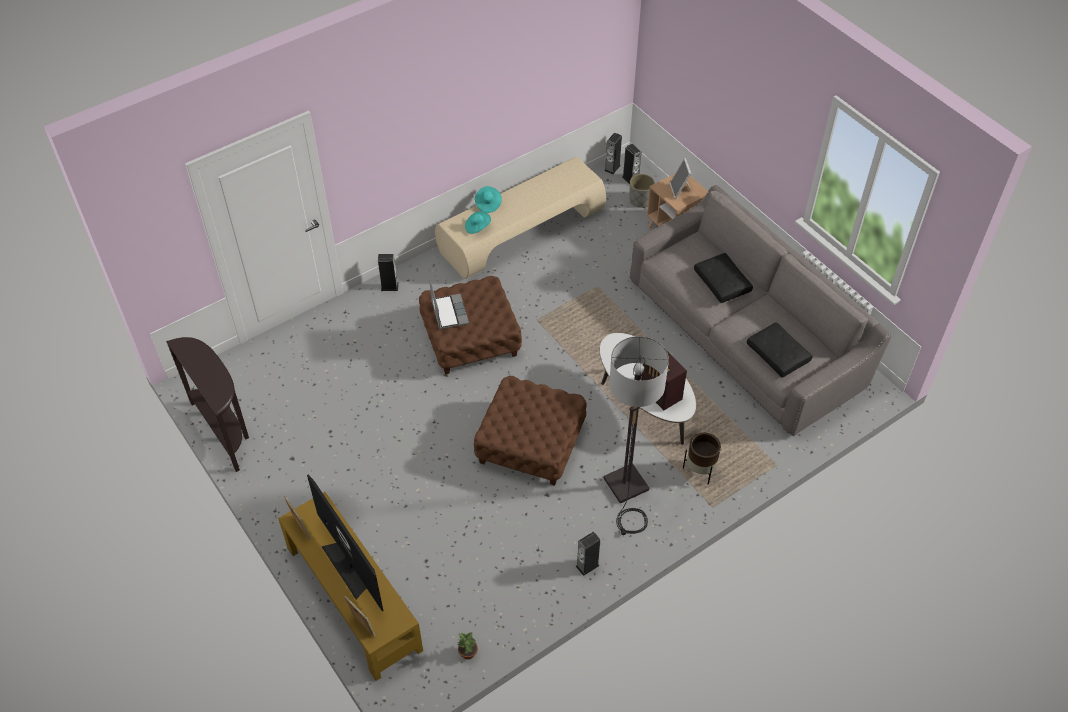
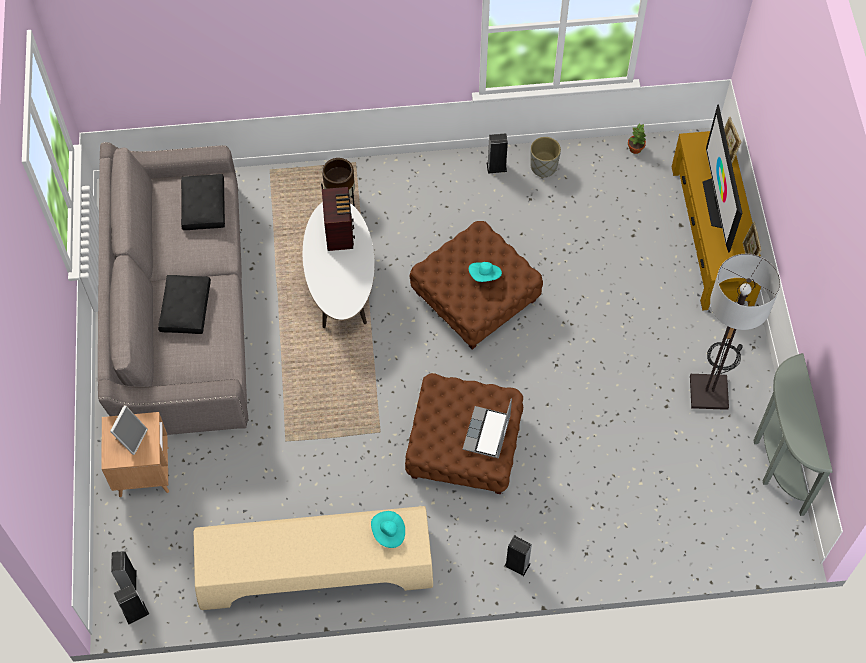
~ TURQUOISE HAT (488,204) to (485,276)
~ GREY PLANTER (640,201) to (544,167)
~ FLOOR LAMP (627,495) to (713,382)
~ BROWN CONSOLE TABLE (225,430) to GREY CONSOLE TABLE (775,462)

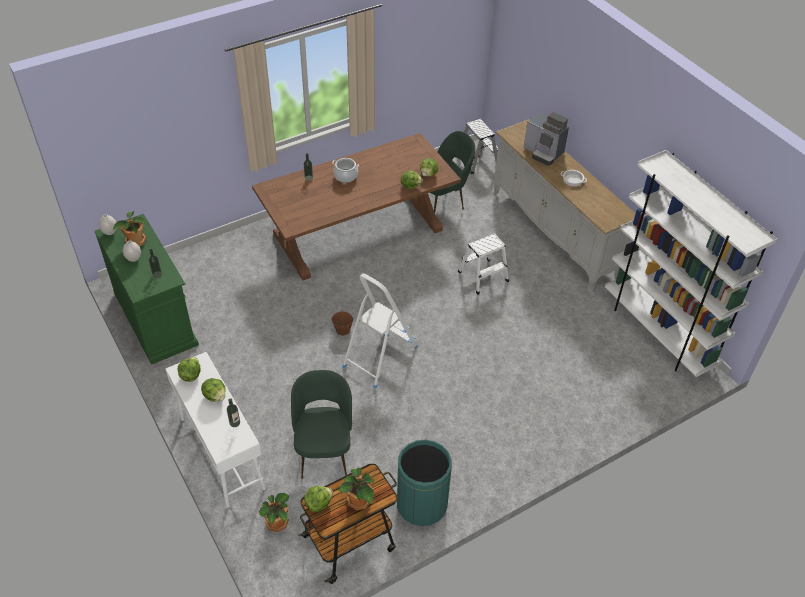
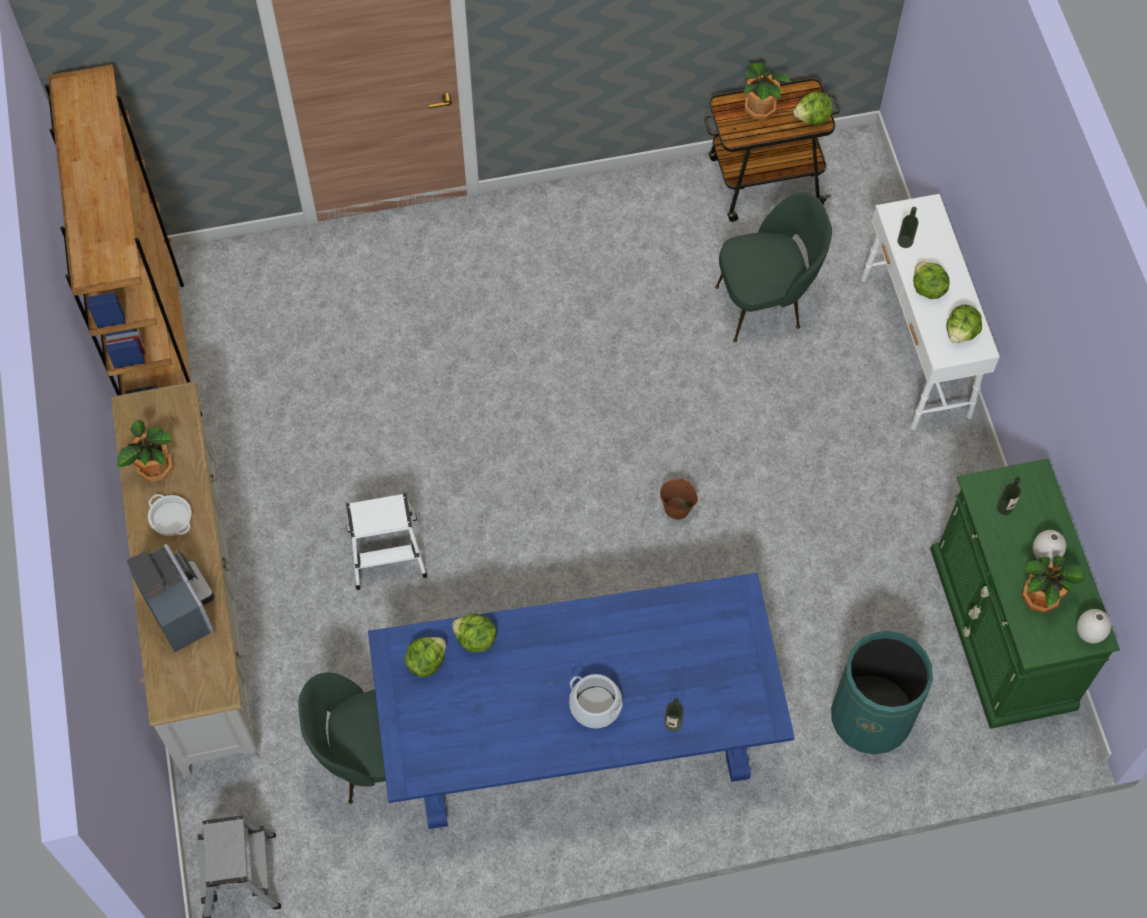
~ WHITE BOOKCASE (658,333) to BROWN BOOKCASE (160,354)
~ POTTED PLANT (278,522) to (154,467)
~ BROWN DINING TABLE (358,232) to BLUE DINING TABLE (578,730)
~ GREEN CHAIR (324,453) = (765,306) 120 degrees counterclockwise
~ GREEN TRASH CAN (421,504) to (871,716)
- WHITE STEP LADDER (381,356)

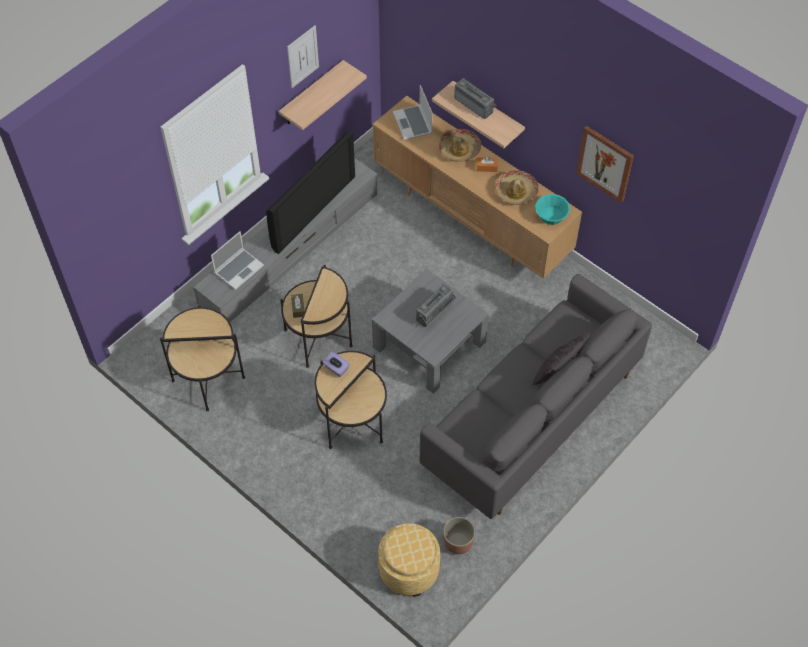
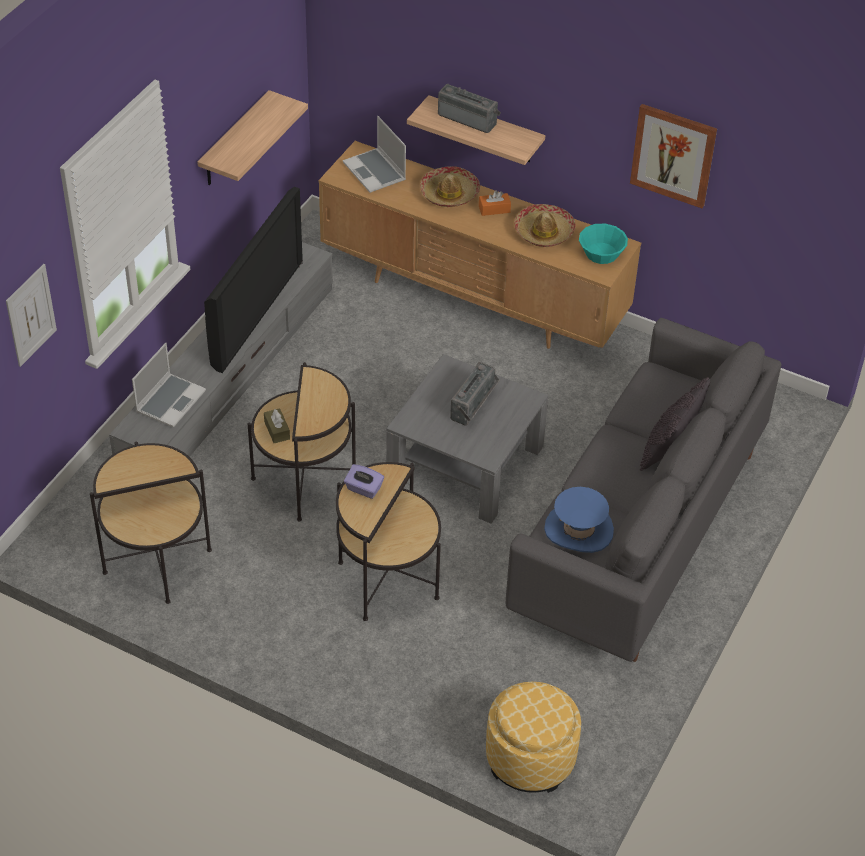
~ PICTURE (302,56) to (31,315)
+ BLUE HAT (578,529)
- PLANTER (458,543)

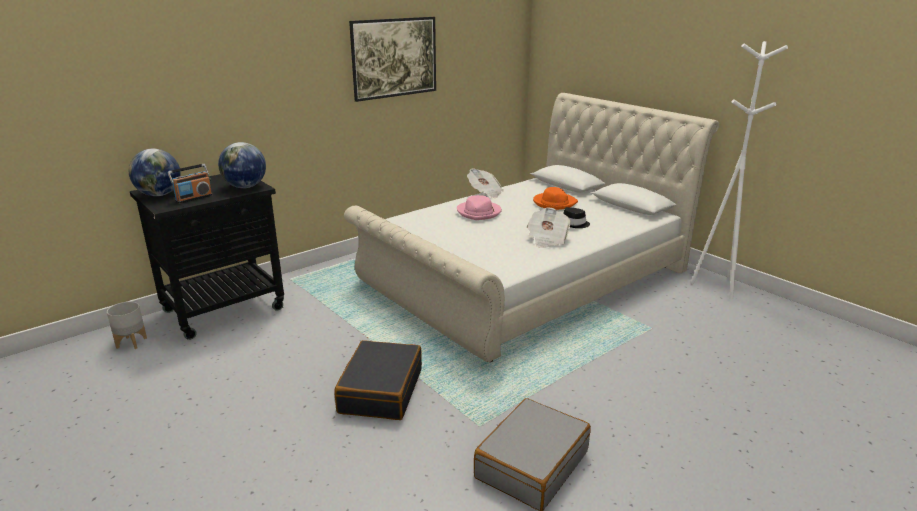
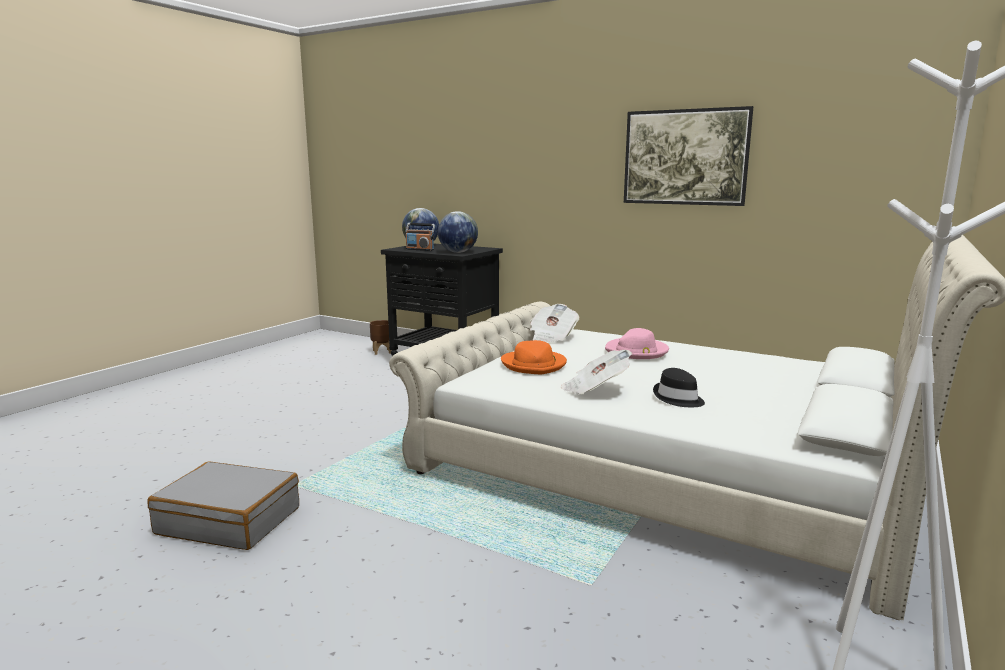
~ GREY PLANTER (132,342) to BROWN PLANTER (382,352)
~ ORANGE HAT (554,203) to (534,365)
~ NEWSPAPER (485,193) to (552,337)
- BLACK SUITCASE (380,391)

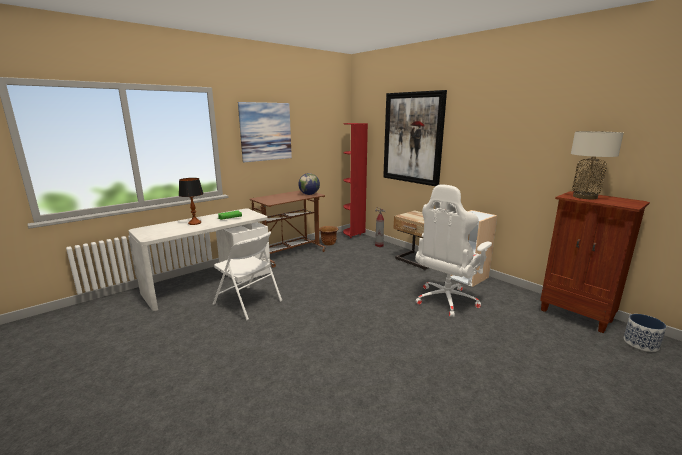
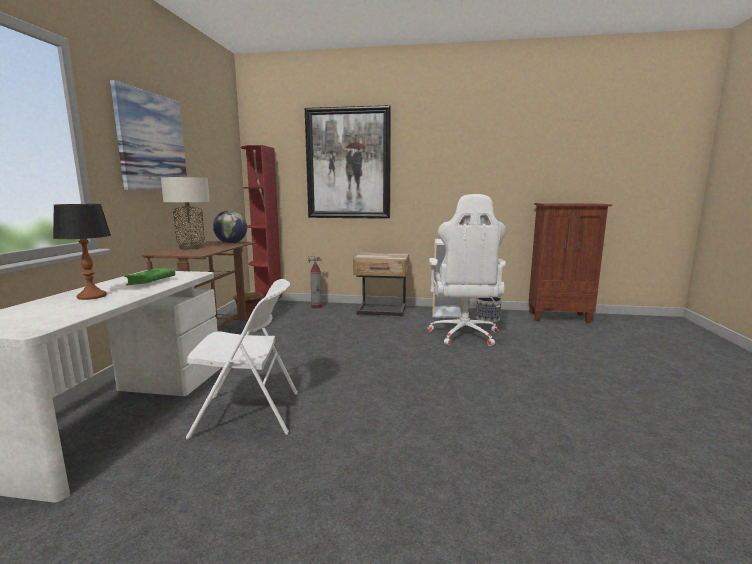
~ TABLE LAMP (585,197) to (191,247)
~ PLANTER (640,343) to (487,319)

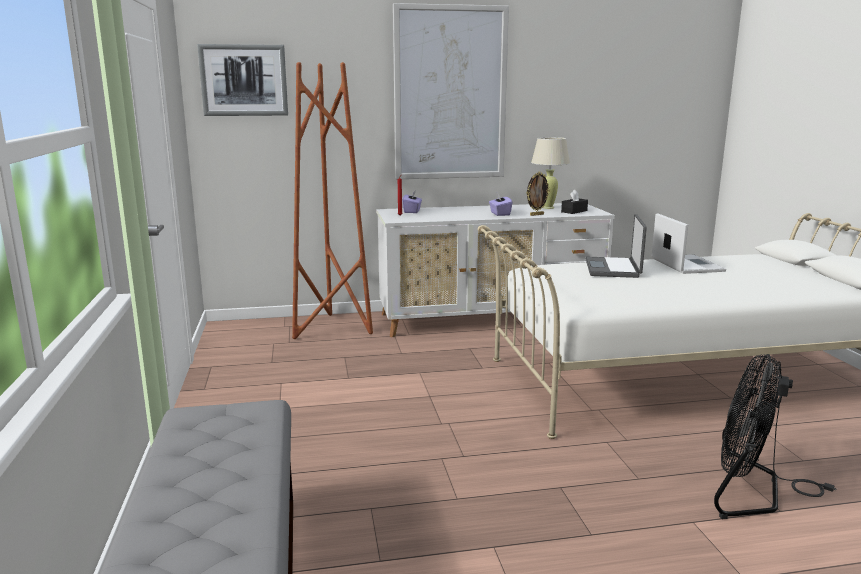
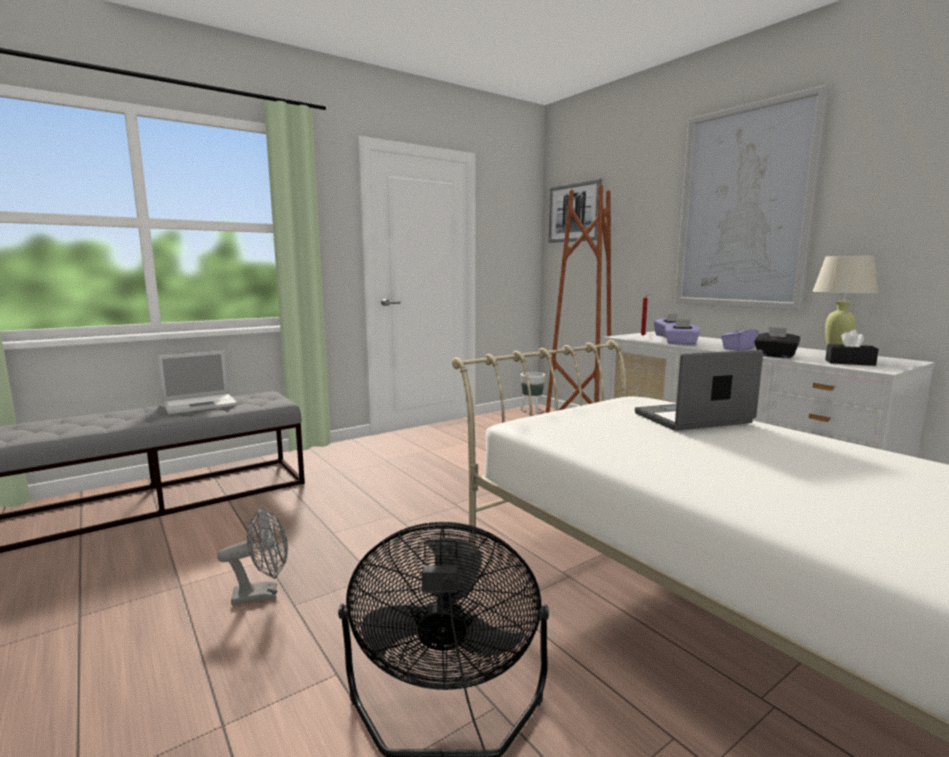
~ LAPTOP (686,264) to (201,404)
+ GREY FAN (263,594)
+ WHITE PLANTER (532,410)
+ PURPLE TISSUE BOX (681,343)
~ PICTURE FRAME (536,215) to BLACK TISSUE BOX (775,356)

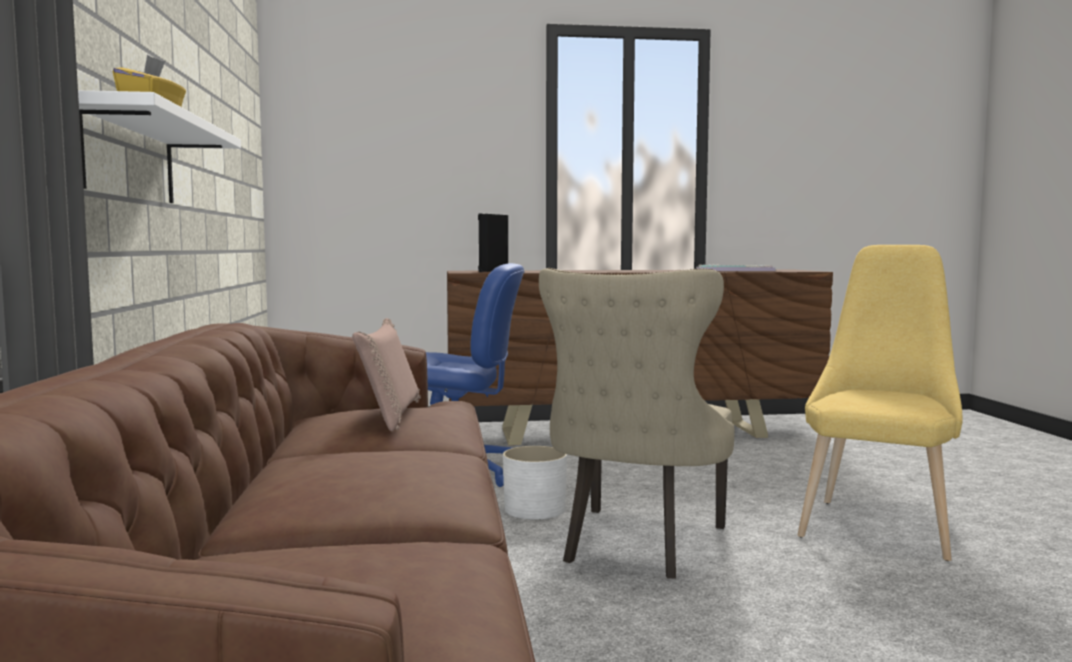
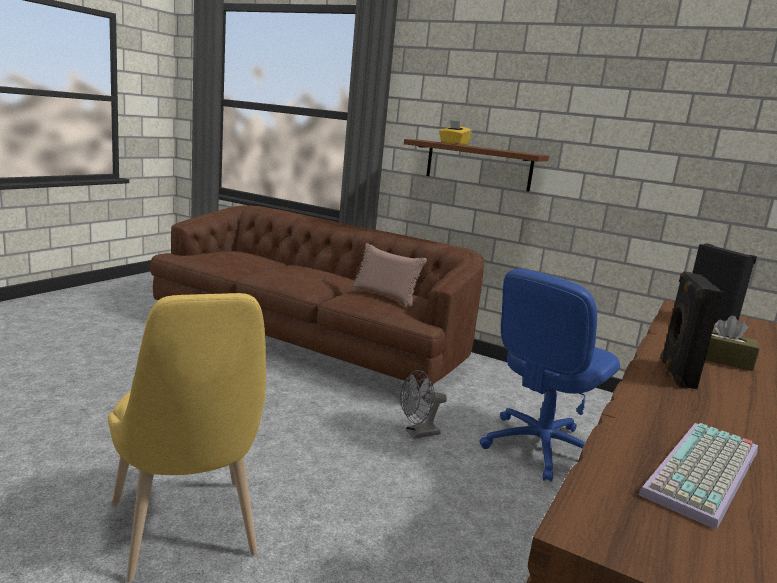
~ WHITE PLANTER (534,509) to GREY FAN (418,434)
~ WHITE SHELF (130,157) to BROWN SHELF (478,165)
+ BLACK SPEAKER (675,374)
+ BROWN TISSUE BOX (721,359)
- BEIGE CHAIR (637,544)

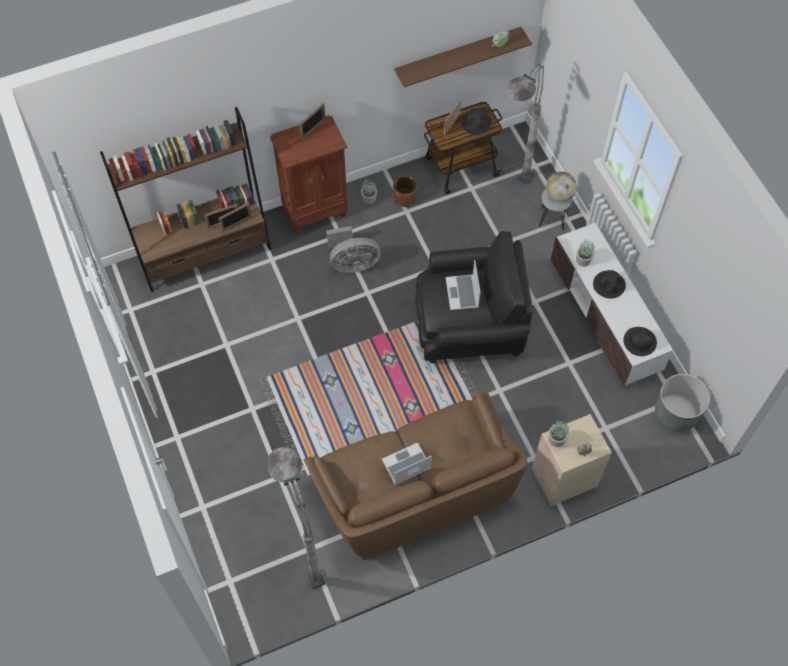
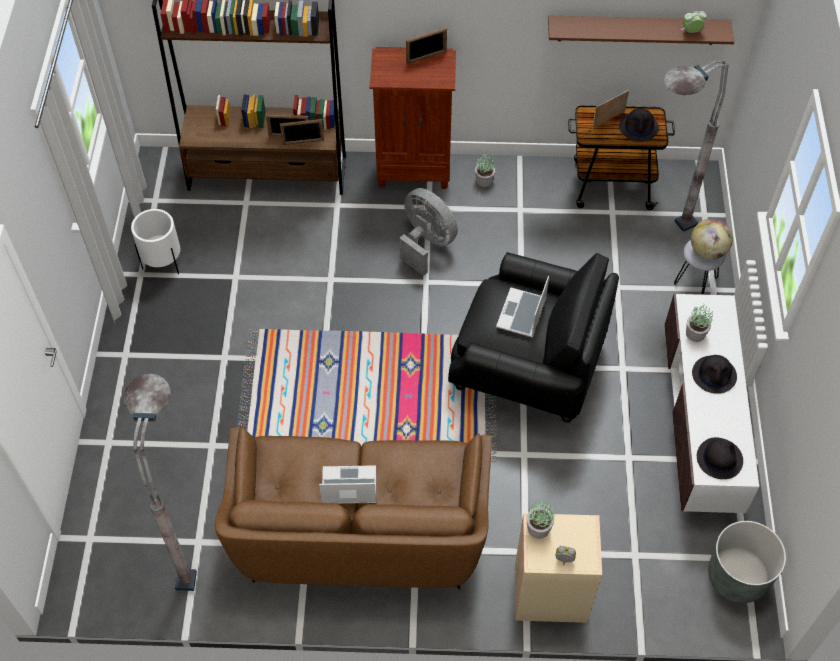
+ WHITE PLANTER (163,263)
~ GREY FAN (352,263) = (426,243) 150 degrees counterclockwise
- BROWN PLANTER (405,197)

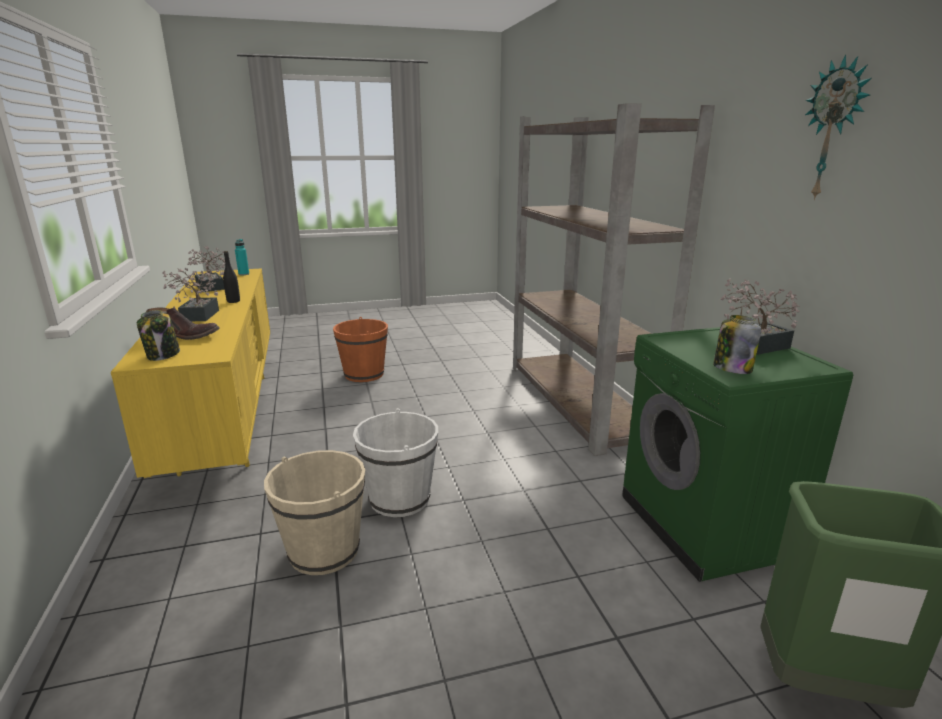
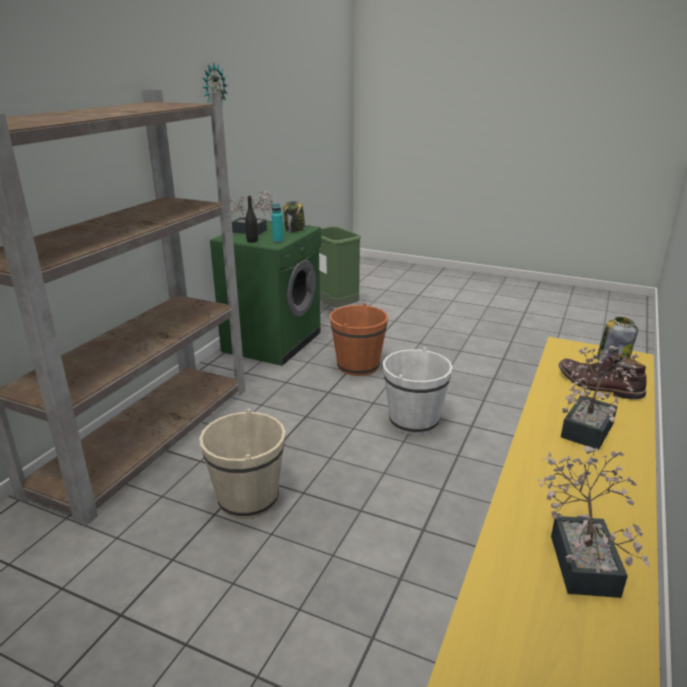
~ BEIGE BUCKET (324,551) to (248,498)
~ BLACK BOTTLE (233,301) to (252,241)
~ TURQUOISE BOTTLE (244,274) to (278,241)
~ ORANGE BUCKET (364,374) to (358,365)

